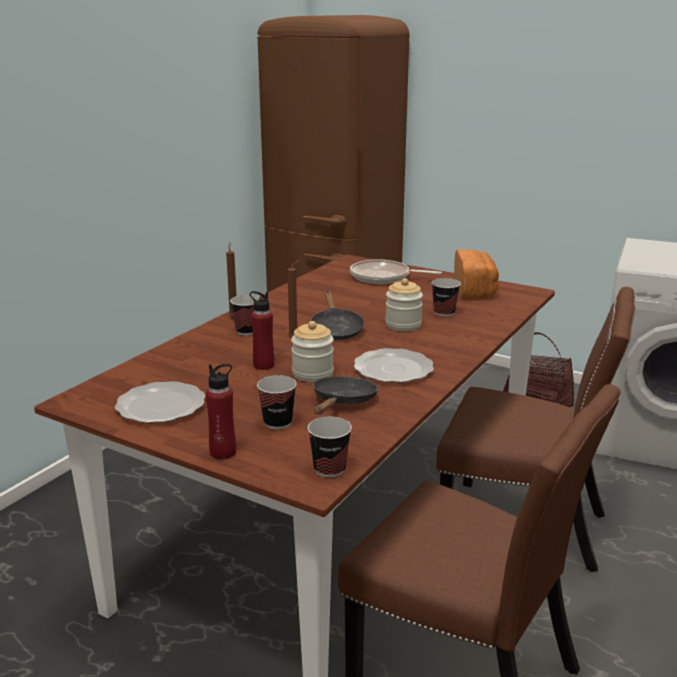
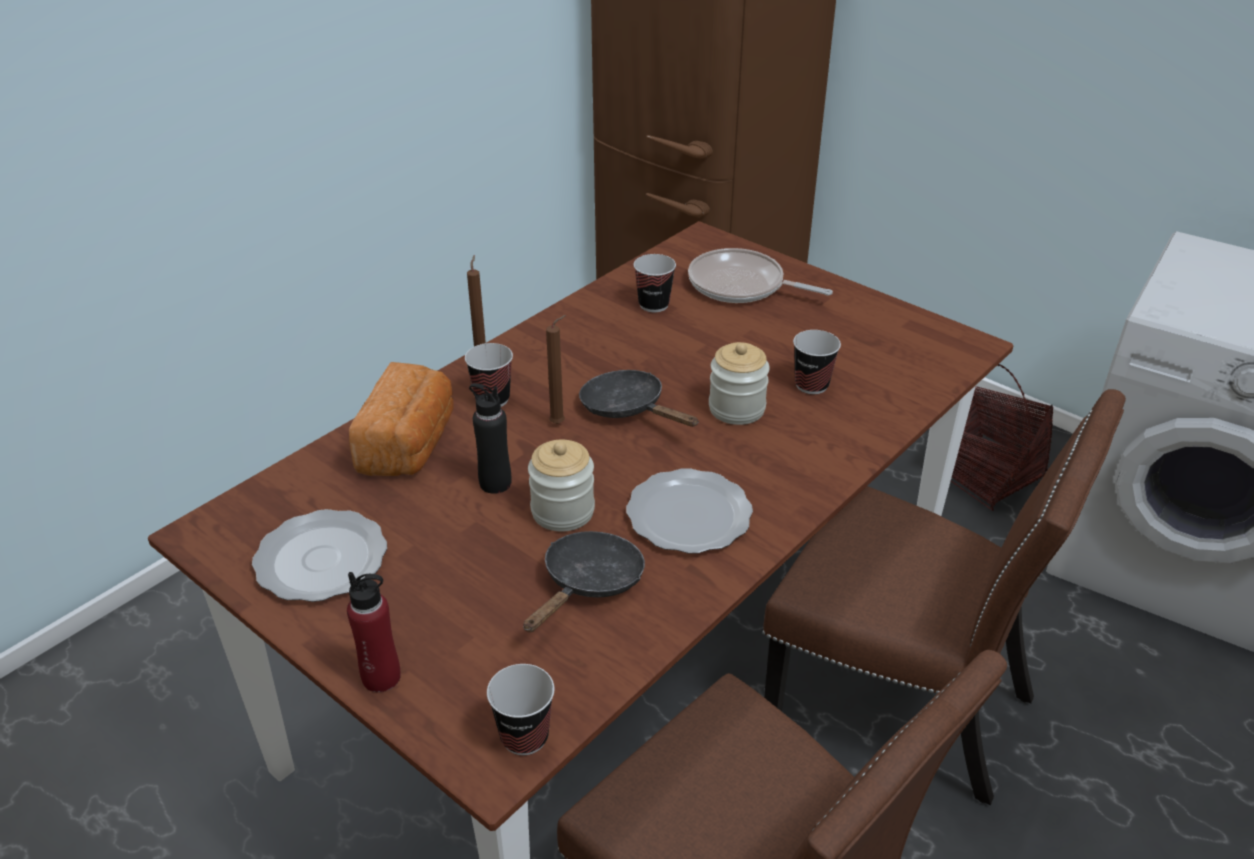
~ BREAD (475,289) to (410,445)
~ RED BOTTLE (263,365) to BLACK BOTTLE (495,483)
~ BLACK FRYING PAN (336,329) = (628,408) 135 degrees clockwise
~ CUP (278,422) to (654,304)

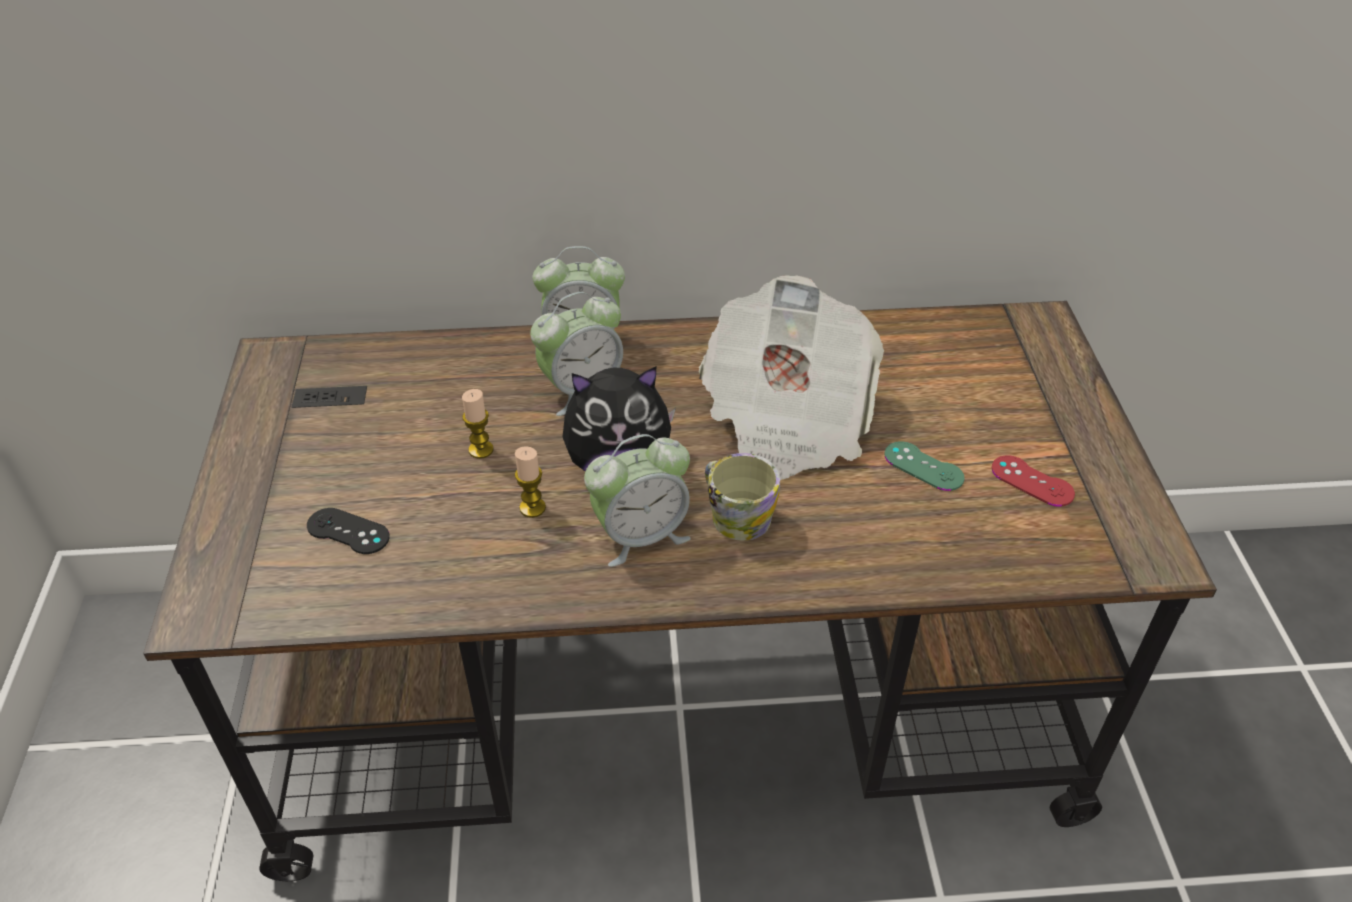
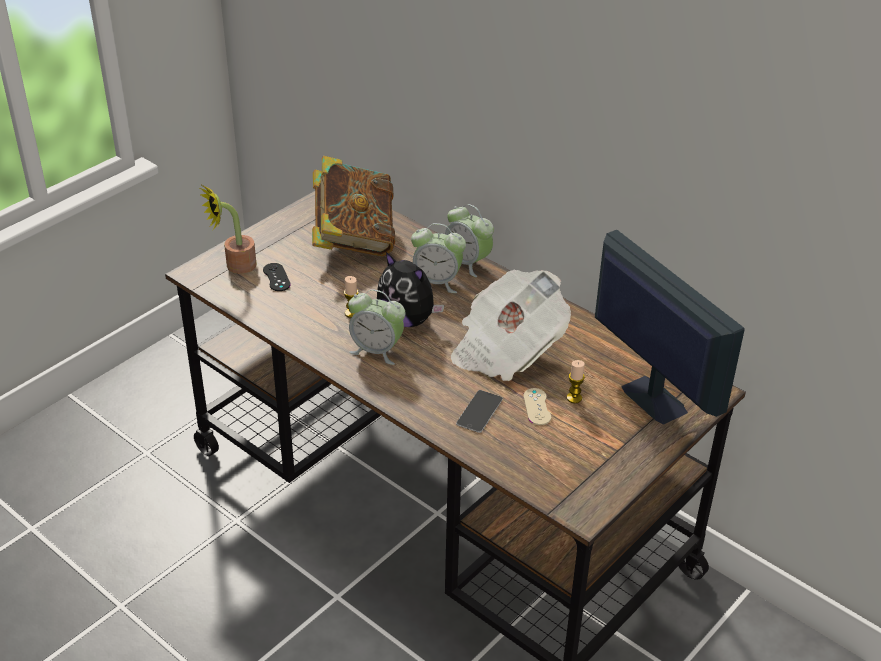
+ POTTED PLANT (235,266)
+ BOOK (353,239)
+ PHONE (479,411)
~ GREEN GAME CONTROLLER (923,466) to BEIGE GAME CONTROLLER (537,407)
~ CANDLE (481,450) to (574,398)
+ MONITOR (652,398)
- MUG (735,514)
- RED GAME CONTROLLER (1032,481)

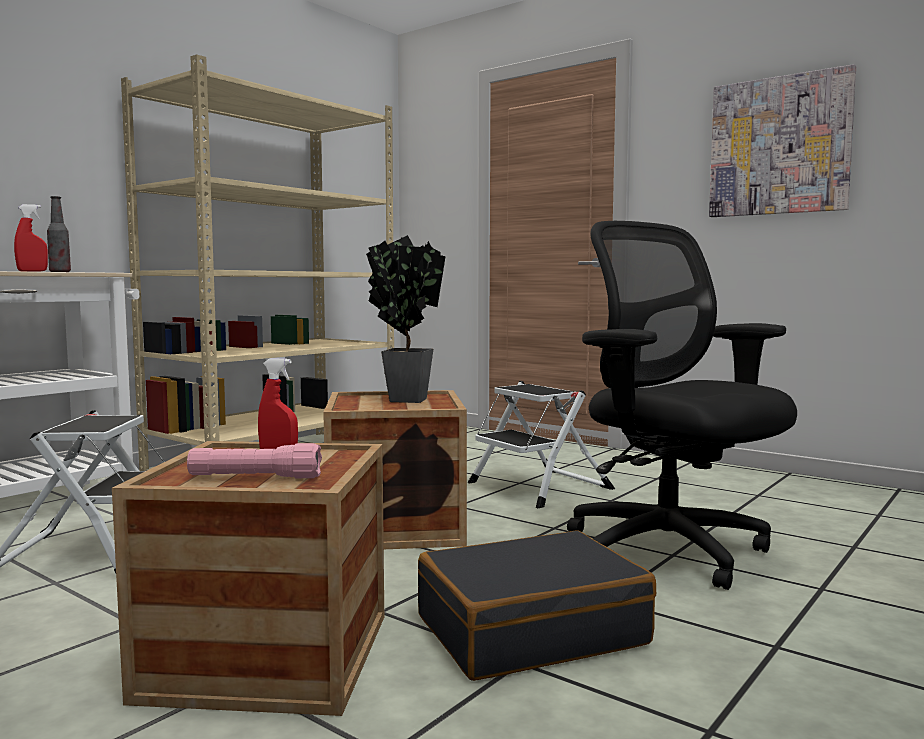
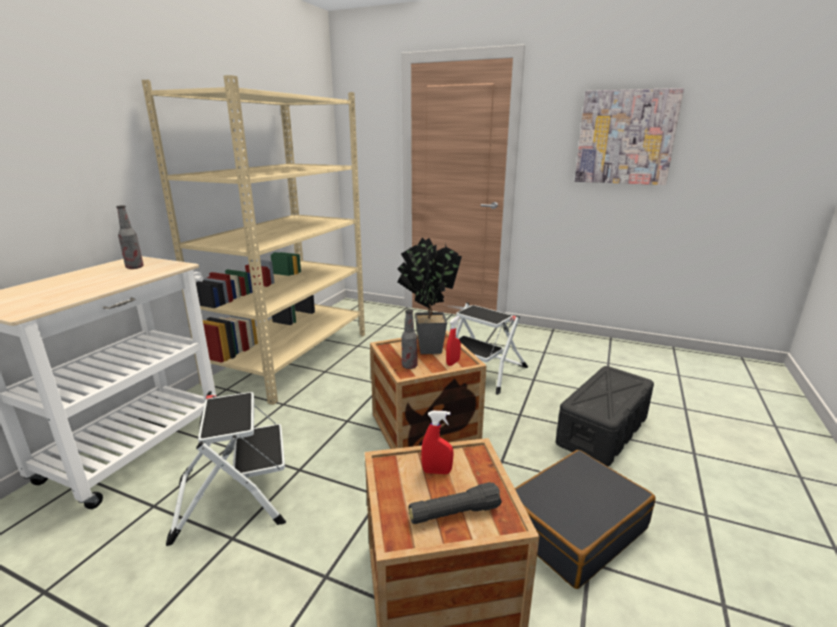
+ BOTTLE (409,366)
~ PINK FLASHLIGHT (255,478) to BLACK FLASHLIGHT (454,513)
~ RED SPRAY BOTTLE (32,271) to (453,362)
~ BLACK OFFICE CHAIR (677,553) to BLACK STORAGE BOX (603,430)

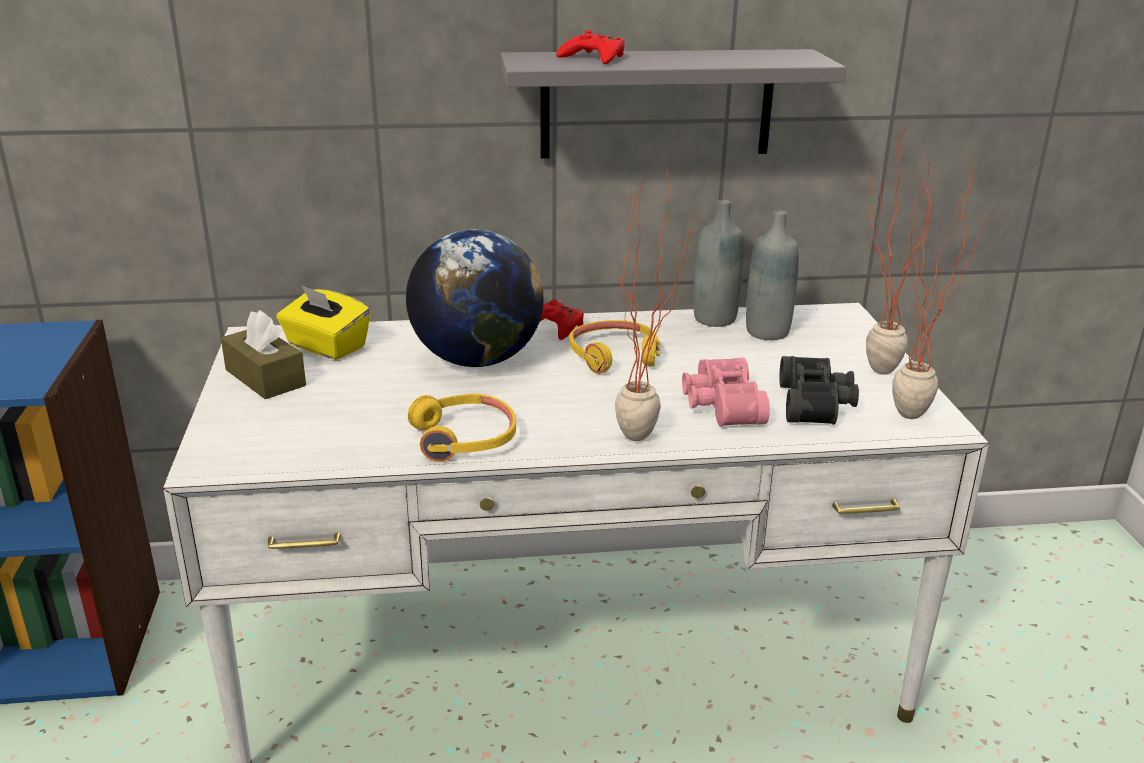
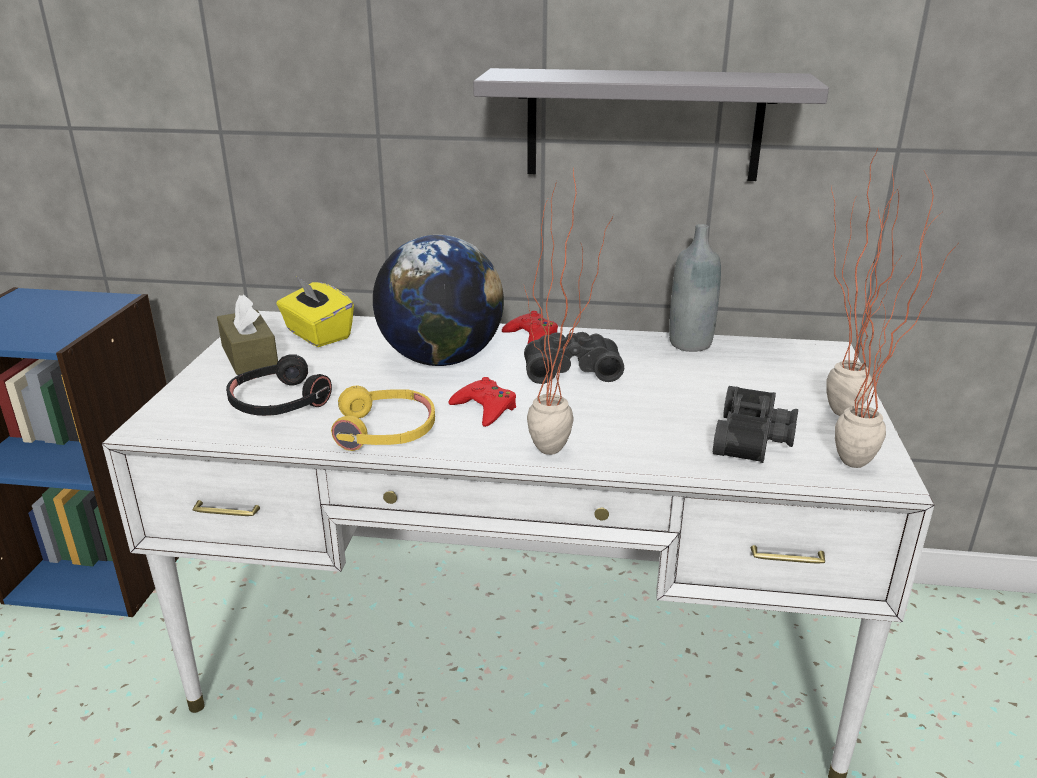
+ BLACK HEADPHONES (278,402)
~ RED GAME CONTROLLER (593,57) to (485,408)
~ YELLOW HEADPHONES (614,356) to BLACK BINOCULARS (571,369)
- PINK BINOCULARS (719,405)
- GREY BOTTLE (767,332)

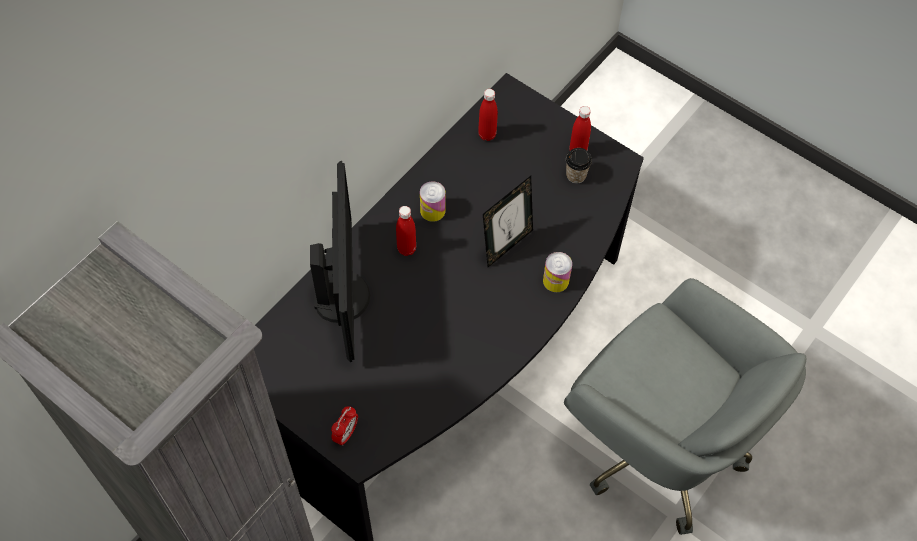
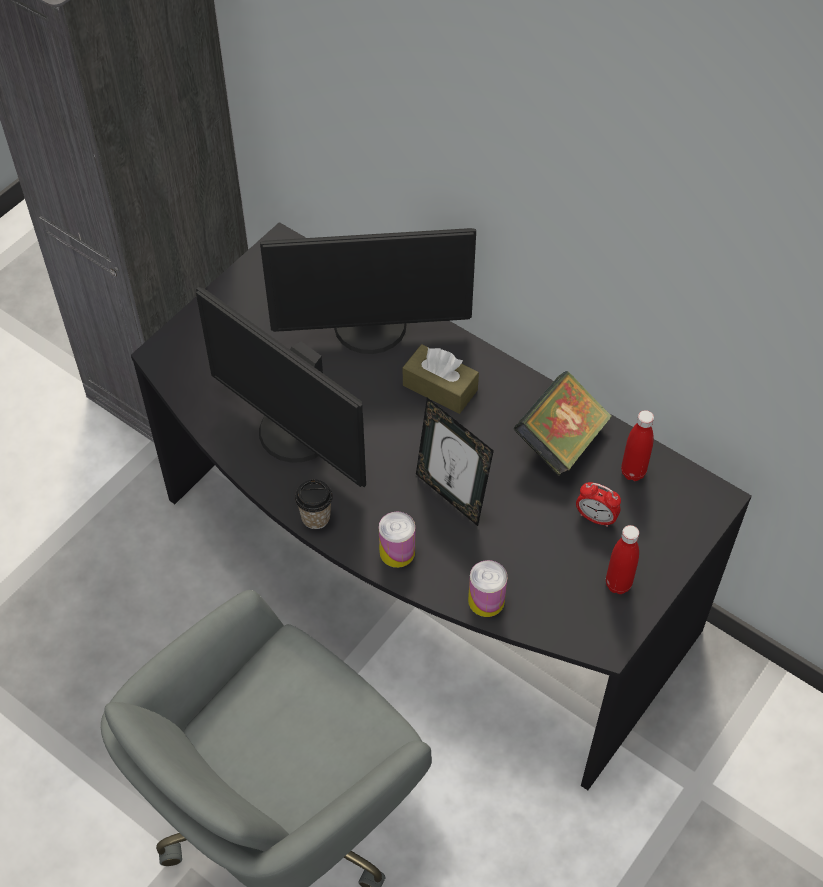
+ MONITOR (294,434)
~ CUP (576,175) to (316,517)
~ RED BOTTLE (406,249) to BROWN TISSUE BOX (440,387)
~ CAN (432,210) to (486,600)
+ BOOK (560,441)
~ ALARM CLOCK (346,434) to (595,518)

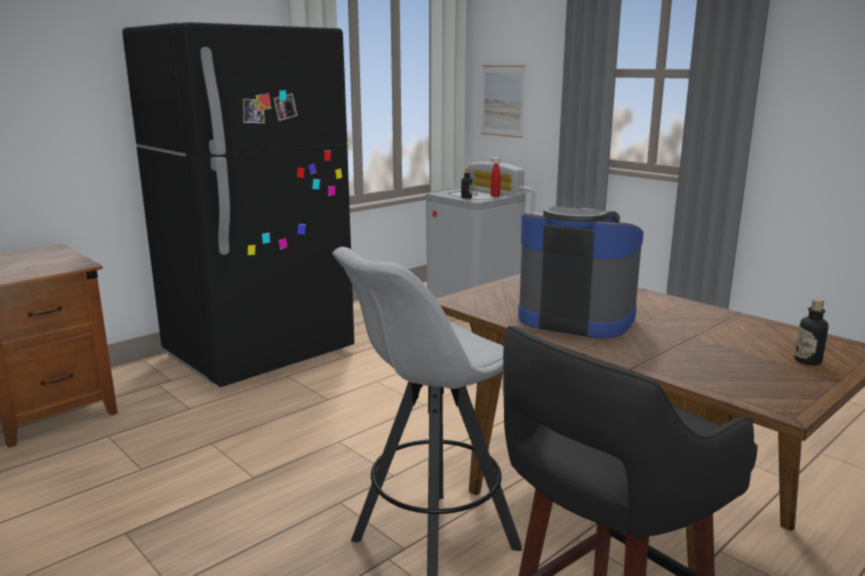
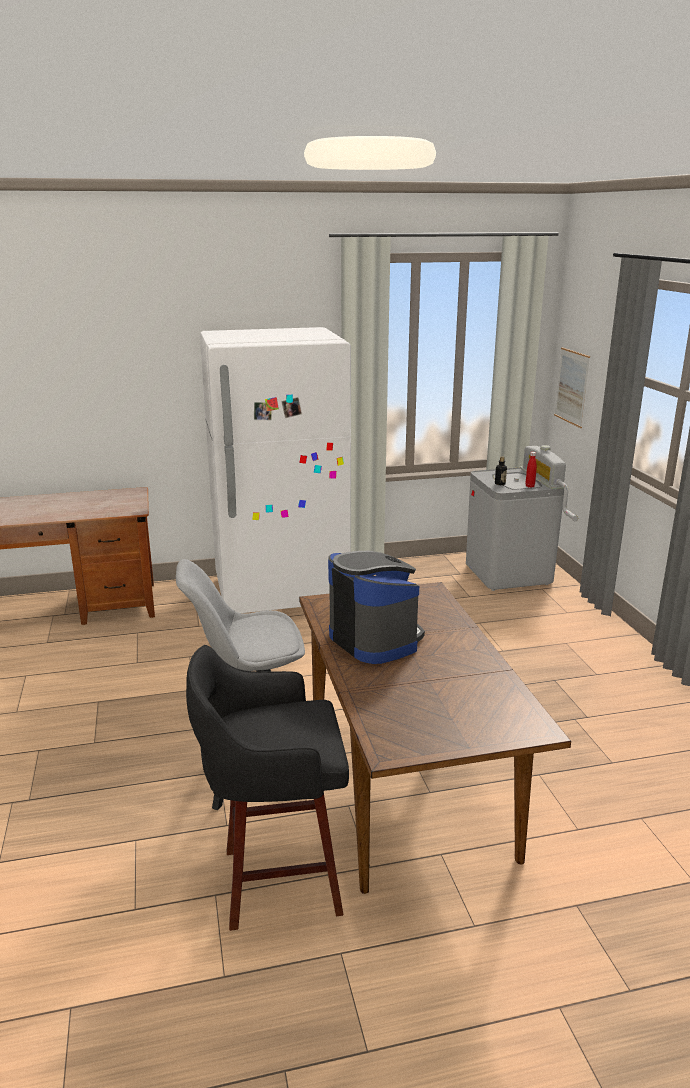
~ BLACK FRIDGE (260,354) to WHITE FRIDGE (281,592)
- BOTTLE (807,361)

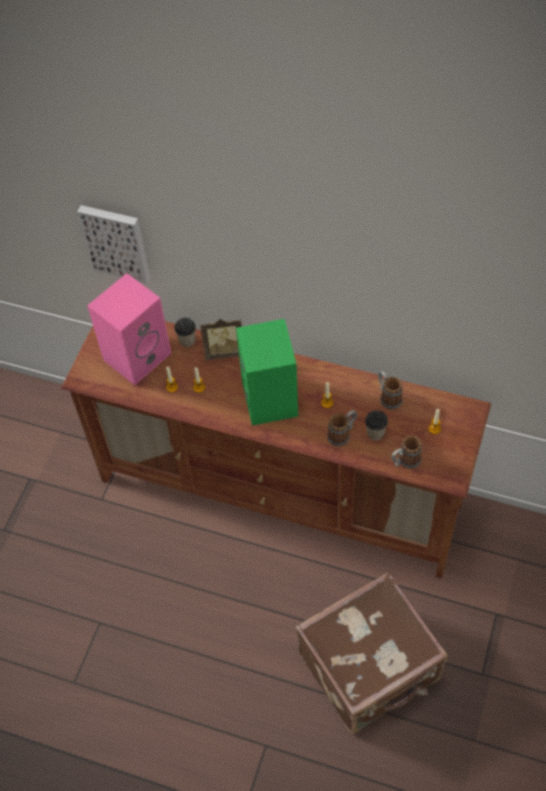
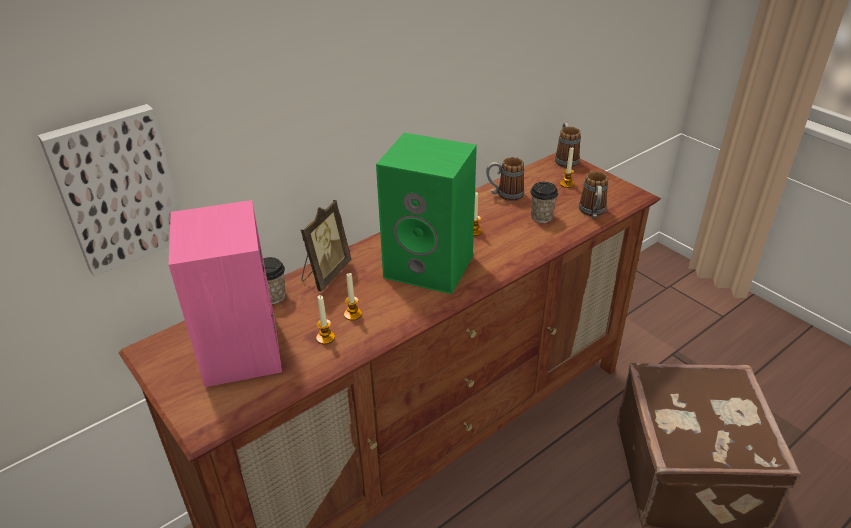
~ MUG (342,434) to (565,159)

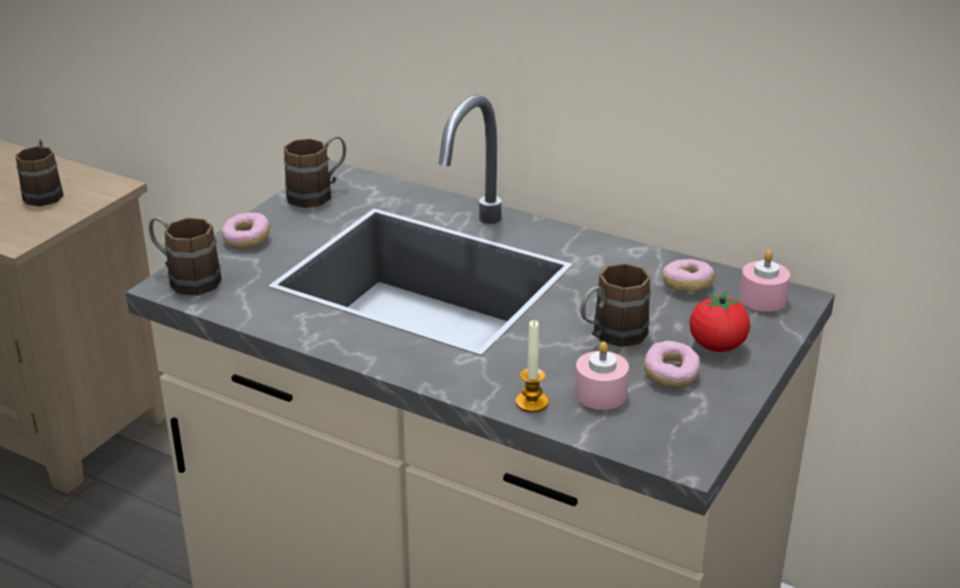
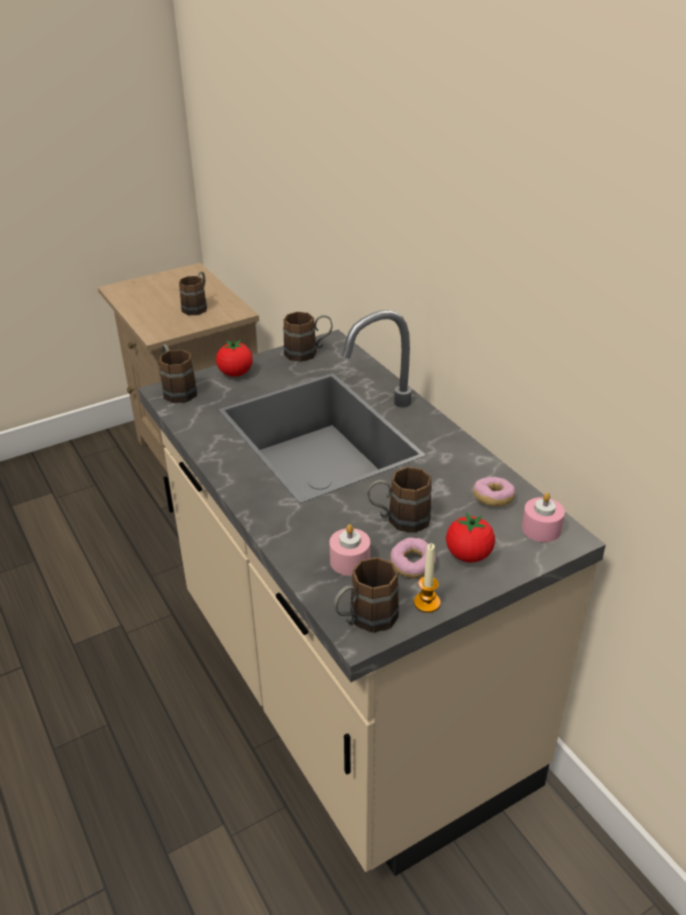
~ DONUT (247,240) to TOMATO (235,373)
+ BROWN MUG (364,620)
~ CANDLE (531,402) to (427,603)

